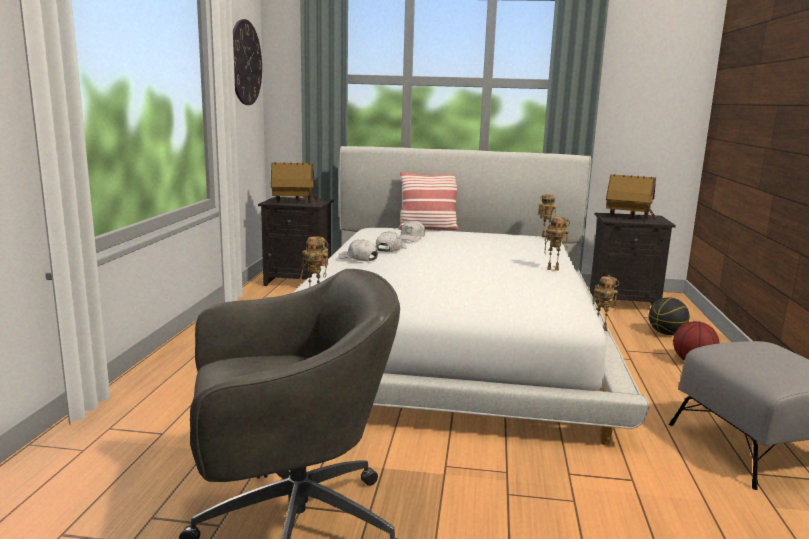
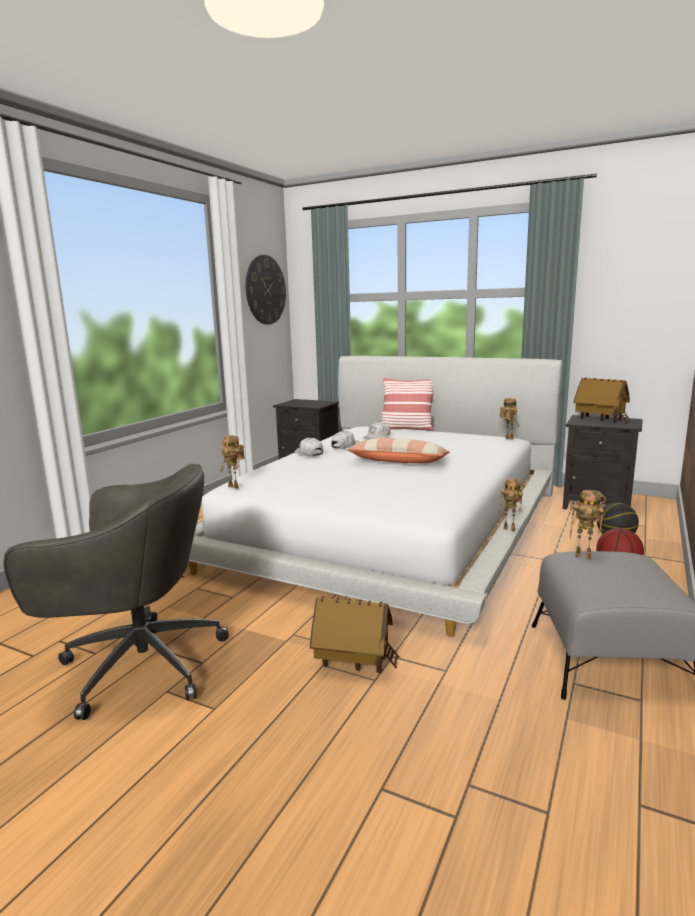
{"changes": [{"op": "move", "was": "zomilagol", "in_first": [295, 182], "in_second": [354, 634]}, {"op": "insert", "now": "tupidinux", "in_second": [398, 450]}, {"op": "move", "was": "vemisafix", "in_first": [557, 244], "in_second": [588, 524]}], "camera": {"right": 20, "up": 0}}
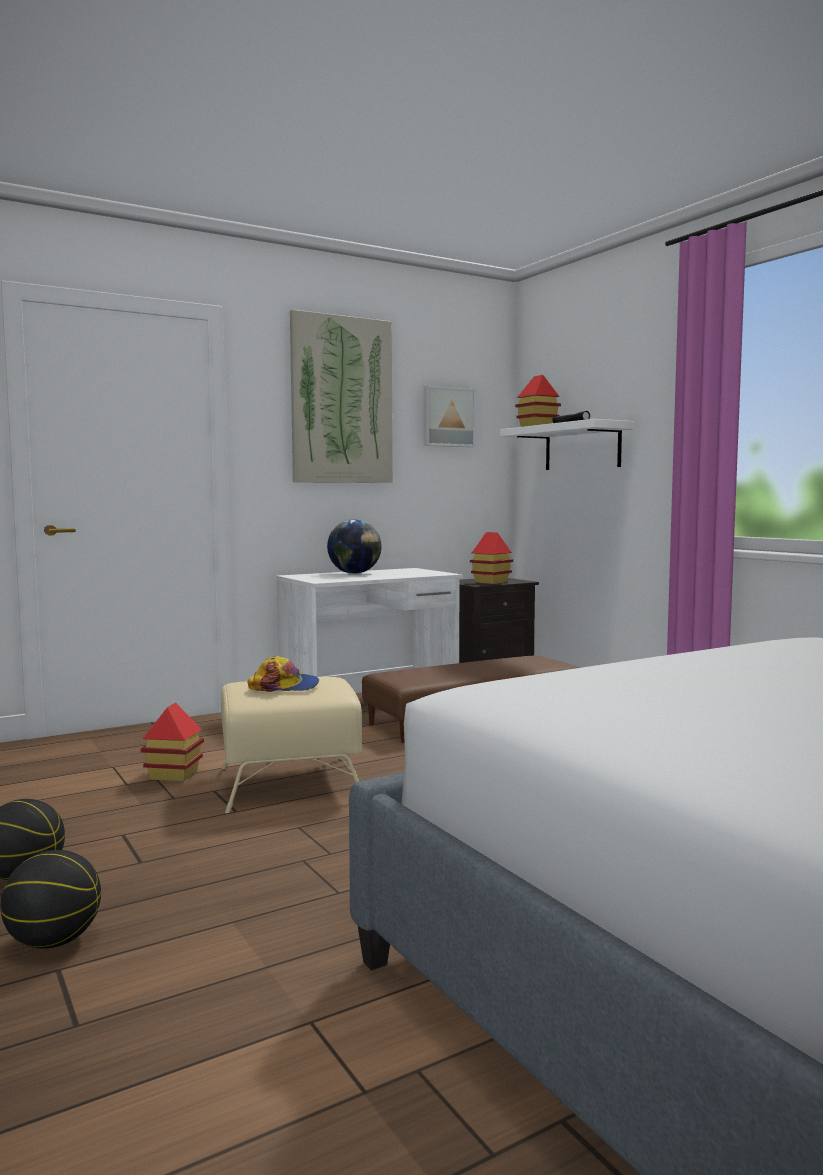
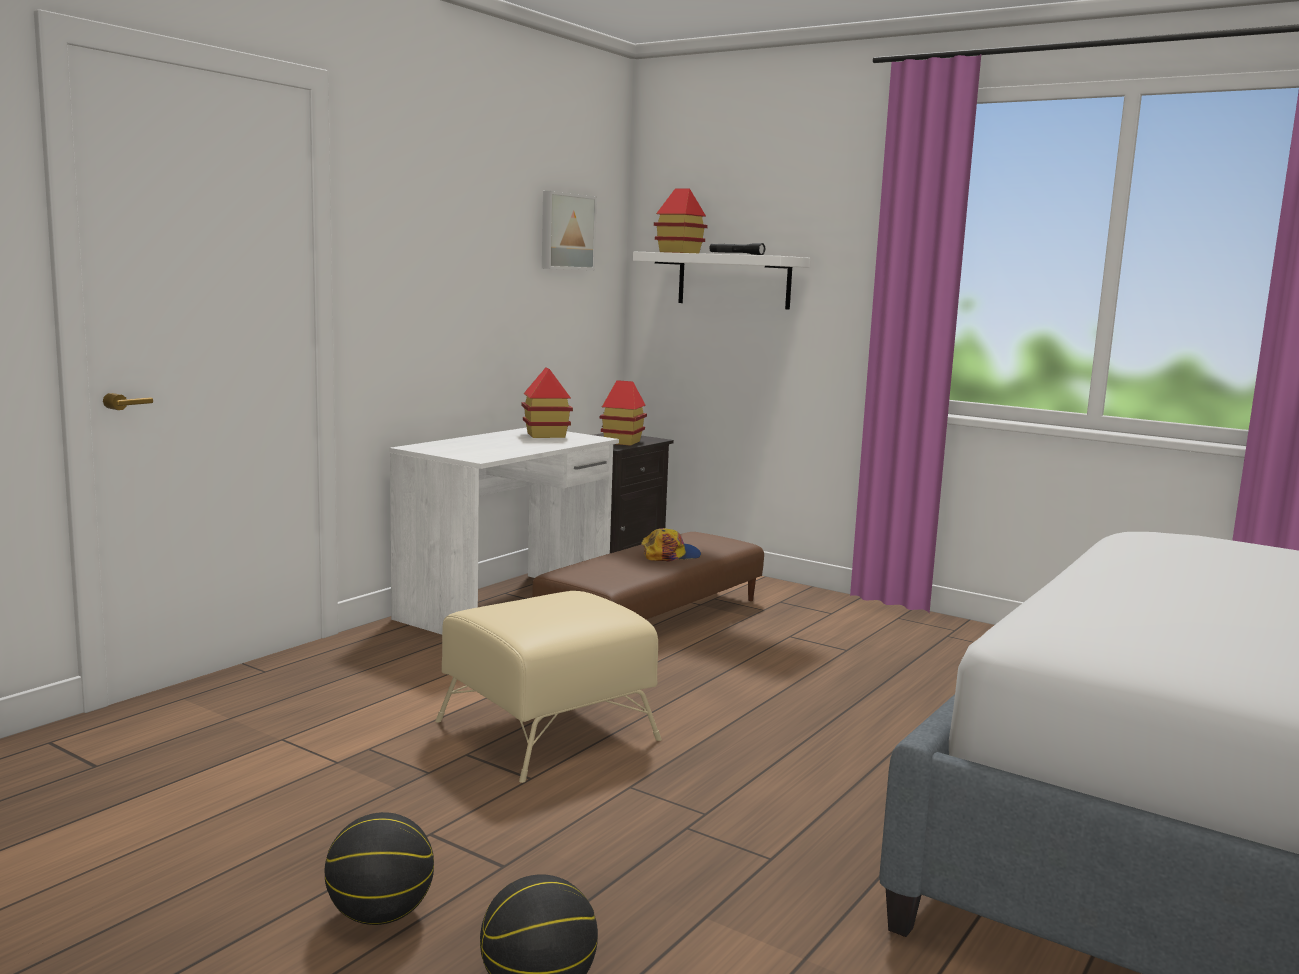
{"changes": [{"op": "move", "was": "zomilagol", "in_first": [172, 742], "in_second": [547, 402]}, {"op": "move", "was": "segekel", "in_first": [283, 674], "in_second": [671, 544]}, {"op": "delete", "was": "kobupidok", "in_first": [341, 396]}, {"op": "delete", "was": "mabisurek", "in_first": [354, 546]}], "camera": {"right": -25, "up": 5}}
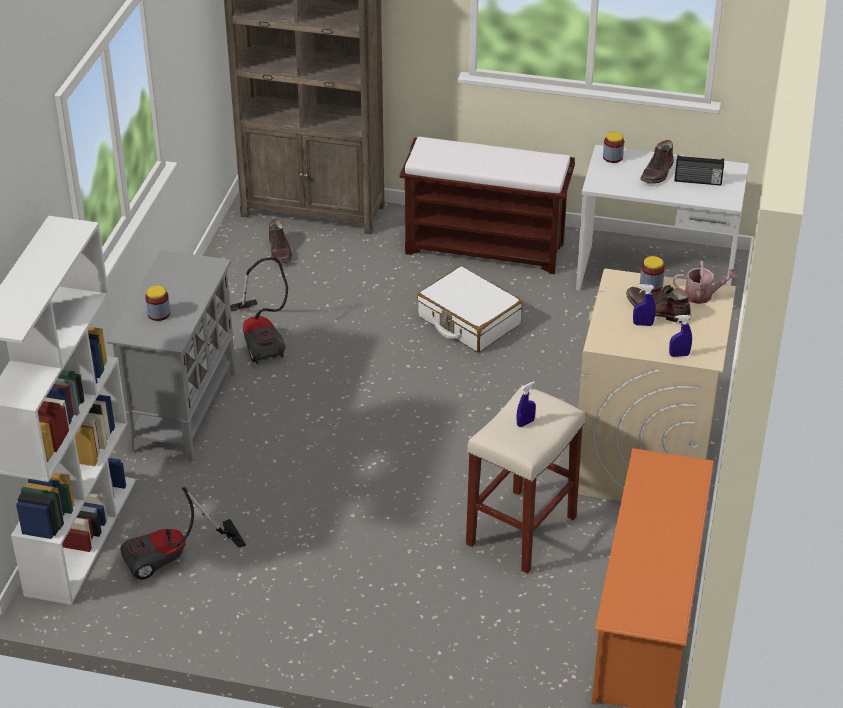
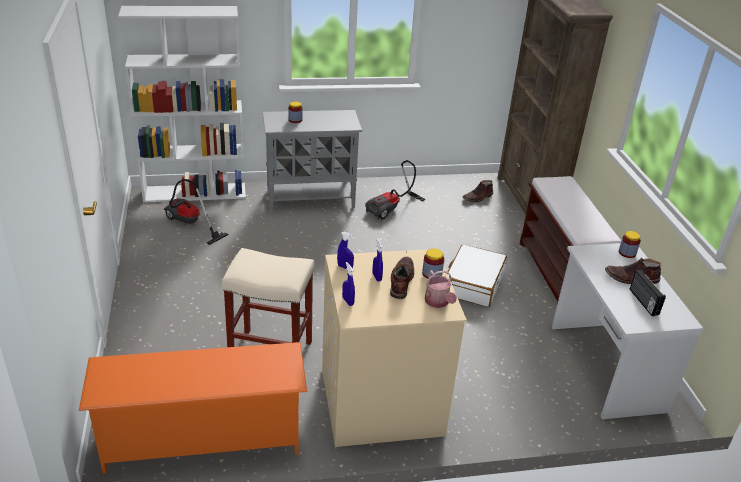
{"changes": [{"op": "move", "was": "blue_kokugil", "in_first": [526, 404], "in_second": [345, 250]}], "camera": {"right": 65, "up": -5}}
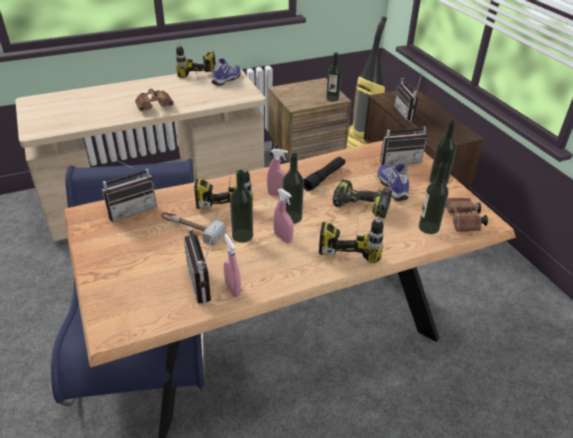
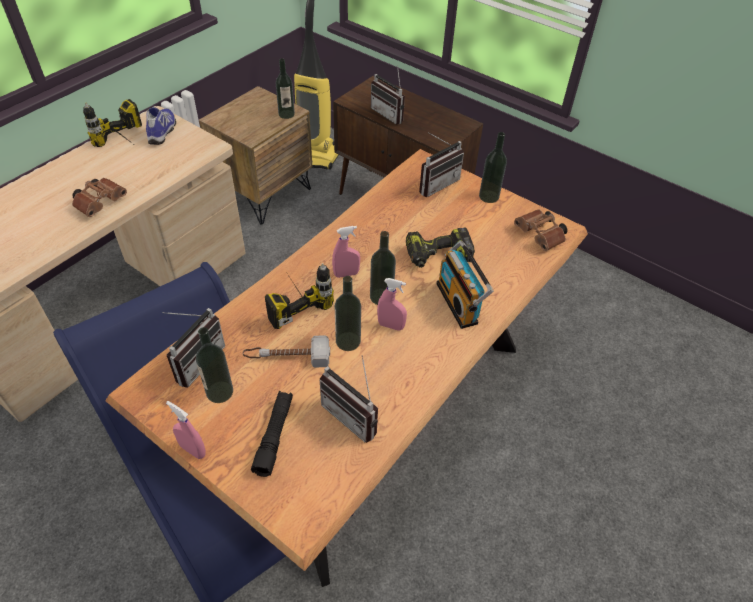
{"changes": [{"op": "move", "was": "pink_kokugil", "in_first": [232, 265], "in_second": [186, 430]}, {"op": "move", "was": "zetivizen", "in_first": [433, 198], "in_second": [214, 365]}, {"op": "move", "was": "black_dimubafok", "in_first": [324, 174], "in_second": [272, 434]}, {"op": "replace", "was": "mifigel", "now": "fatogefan", "in_first": [351, 239], "in_second": [464, 285]}, {"op": "delete", "was": "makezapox", "in_first": [393, 182]}], "camera": {"right": -30, "up": 10}}
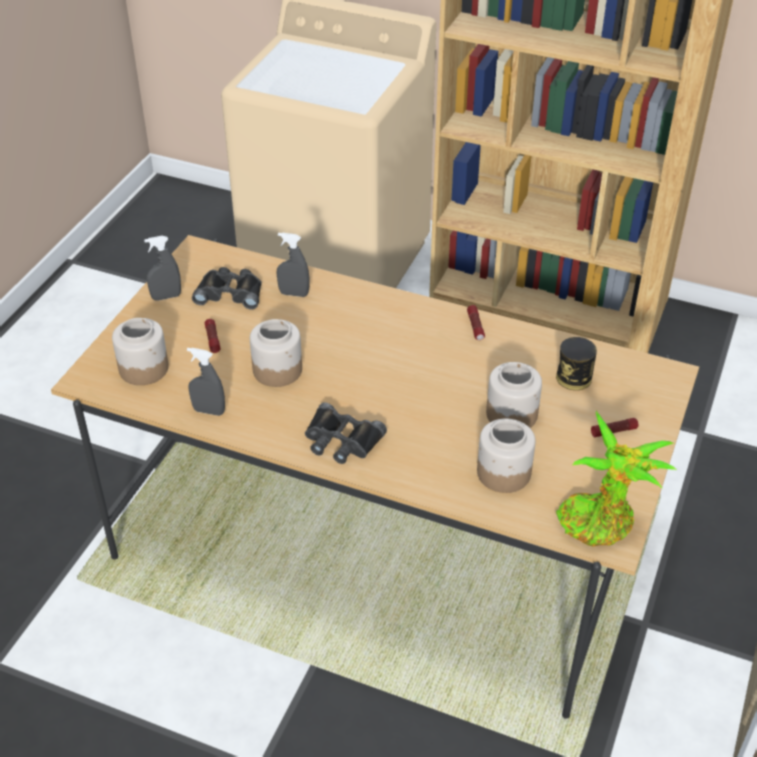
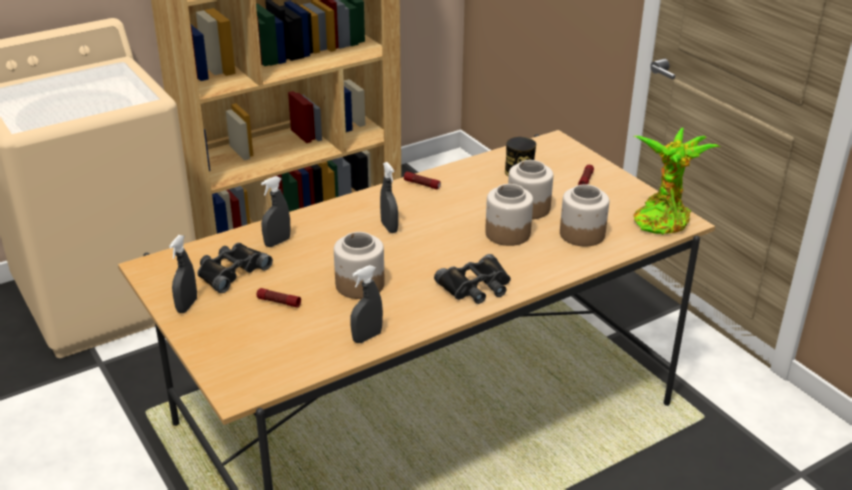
{"changes": [{"op": "insert", "now": "grey_kokugil", "in_second": [389, 197]}, {"op": "move", "was": "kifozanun", "in_first": [140, 351], "in_second": [509, 215]}], "camera": {"right": -55, "up": -10}}
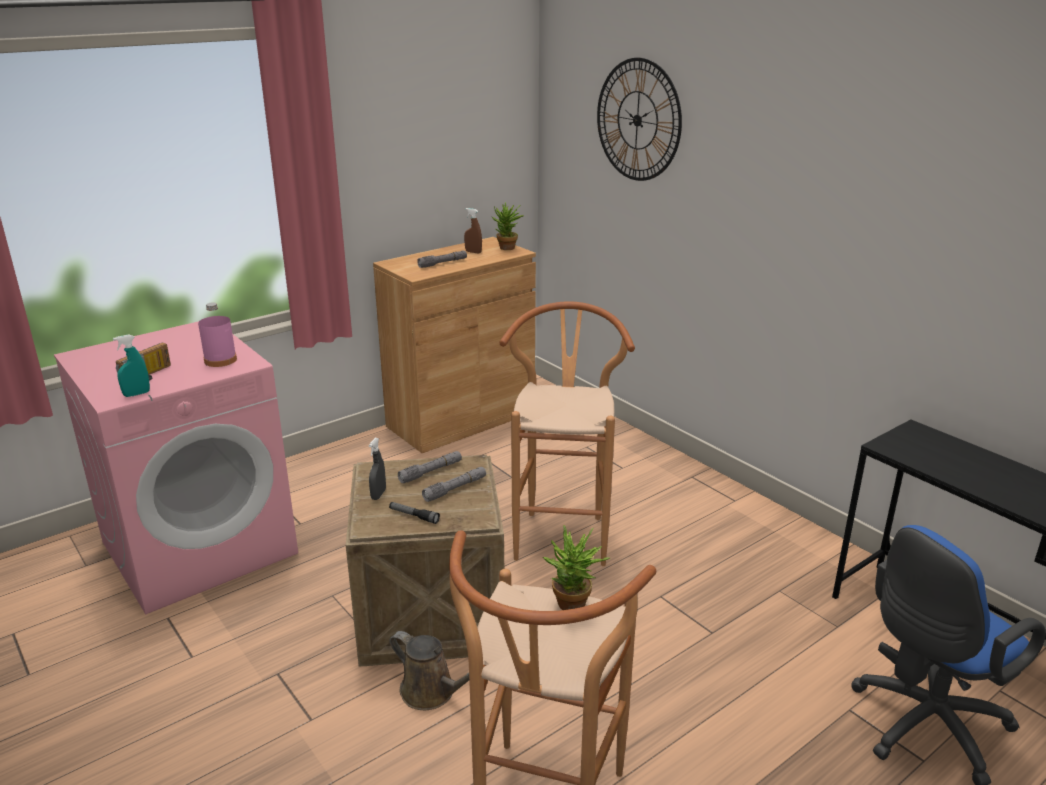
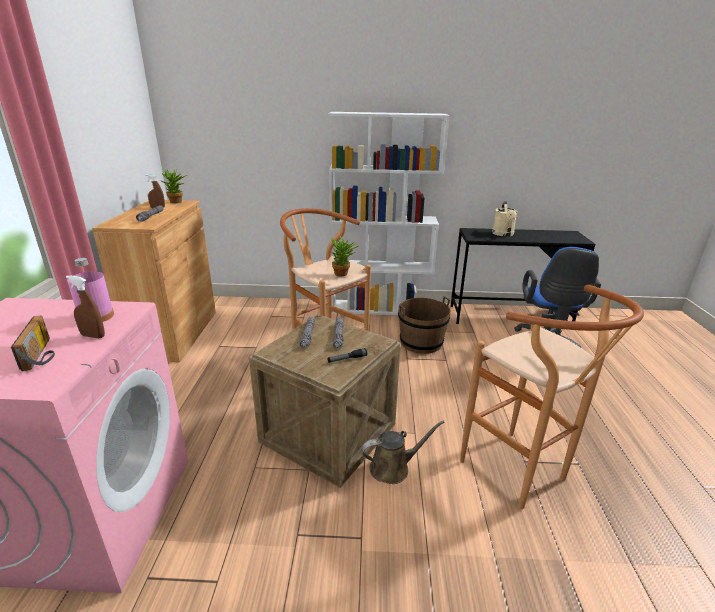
{"changes": [{"op": "insert", "now": "brown_kokugil", "in_second": [85, 306]}, {"op": "insert", "now": "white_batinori", "in_second": [389, 213]}, {"op": "move", "was": "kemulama", "in_first": [576, 567], "in_second": [344, 256]}, {"op": "insert", "now": "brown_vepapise", "in_second": [424, 325]}, {"op": "insert", "now": "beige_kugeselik", "in_second": [504, 219]}, {"op": "delete", "was": "turquoise_kokugil", "in_first": [131, 366]}, {"op": "delete", "was": "grey_kokugil", "in_first": [377, 469]}, {"op": "delete", "was": "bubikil", "in_first": [639, 119]}], "camera": {"right": -50, "up": 0}}
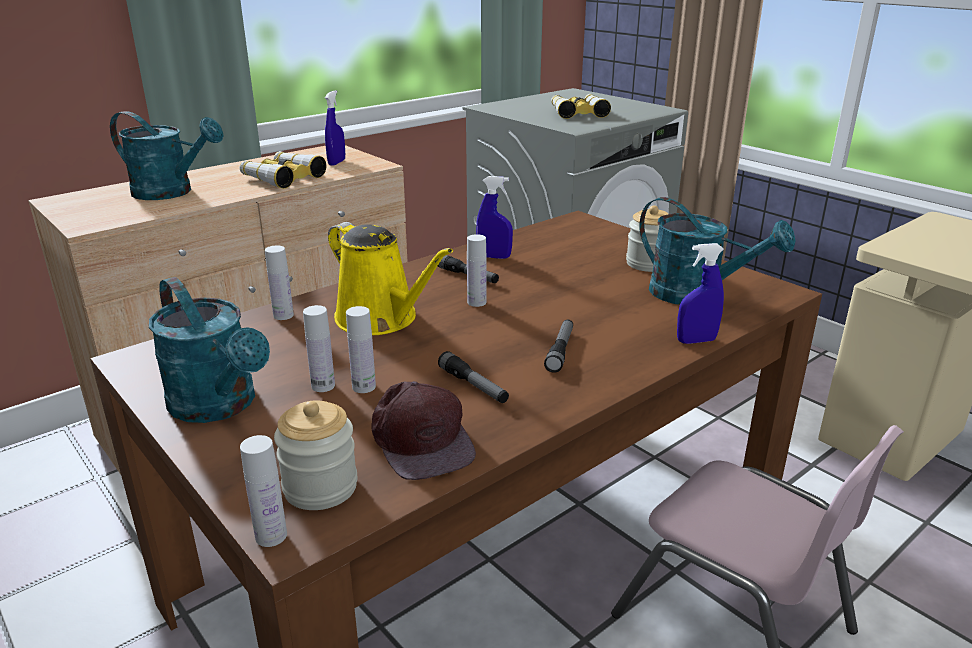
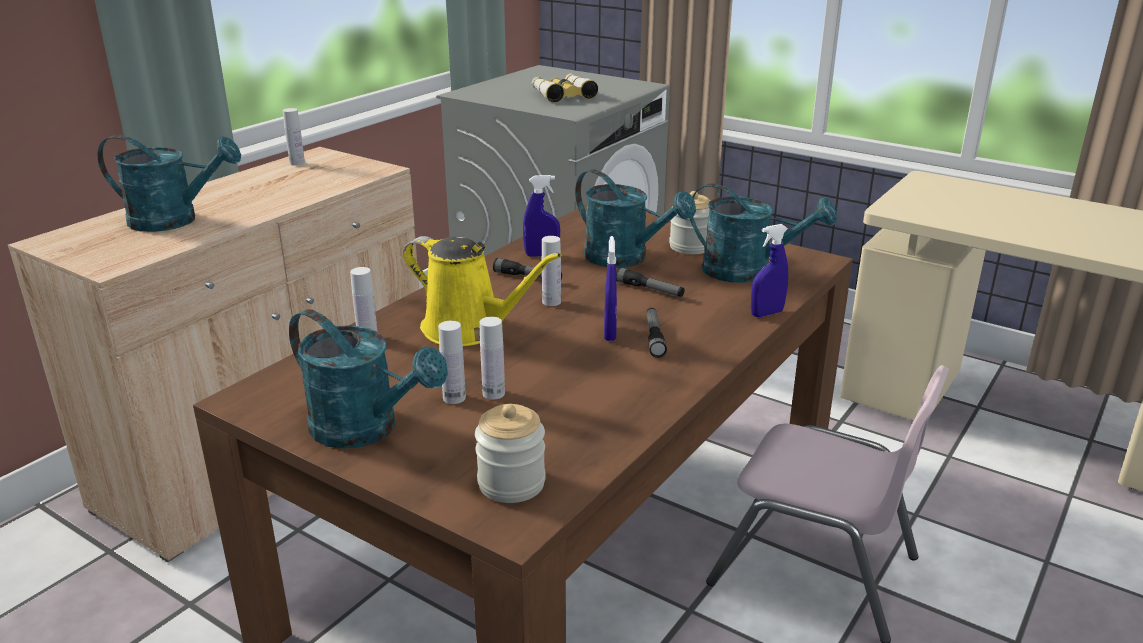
{"changes": [{"op": "move", "was": "white_zetivizen", "in_first": [263, 491], "in_second": [294, 137]}, {"op": "insert", "now": "turquoise_kugeselik", "in_second": [635, 218]}, {"op": "move", "was": "blue_kokugil", "in_first": [335, 128], "in_second": [610, 288]}, {"op": "move", "was": "dimubafok", "in_first": [473, 377], "in_second": [650, 282]}, {"op": "delete", "was": "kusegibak", "in_first": [283, 170]}, {"op": "delete", "was": "brown_segekel", "in_first": [423, 430]}], "camera": {"right": -15, "up": 0}}
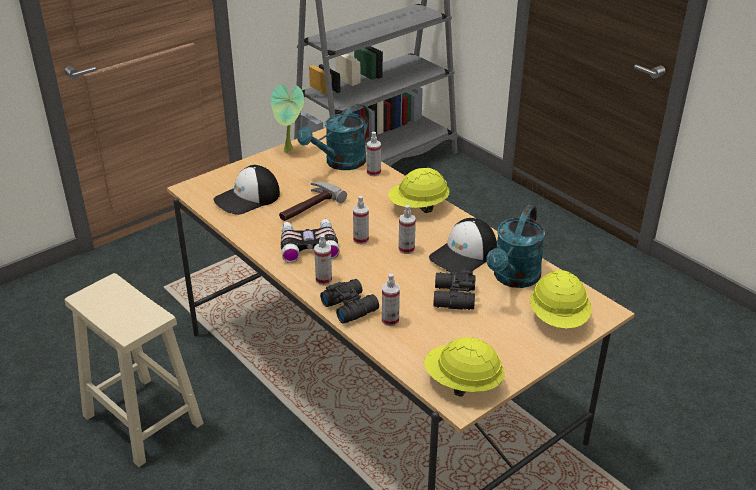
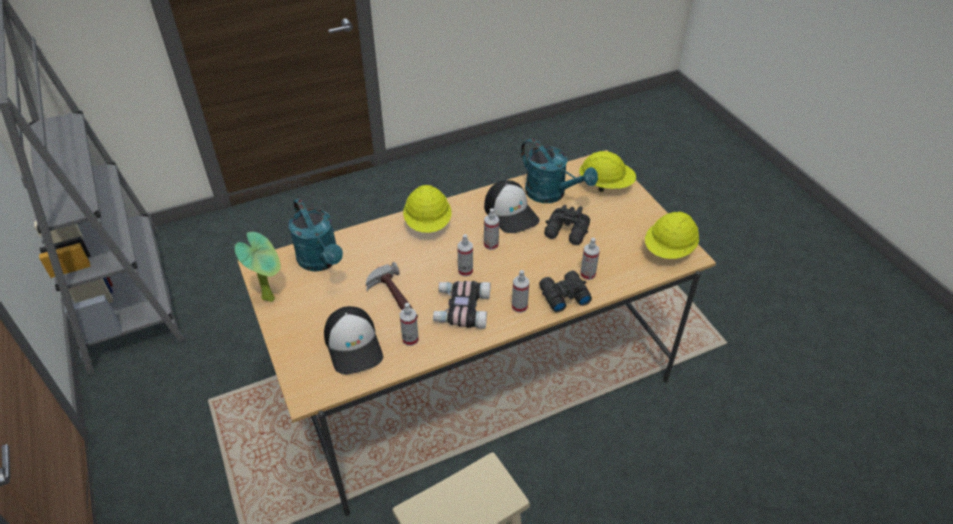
{"changes": [{"op": "move", "was": "kokugil", "in_first": [374, 154], "in_second": [409, 324]}], "camera": {"right": -75, "up": 10}}
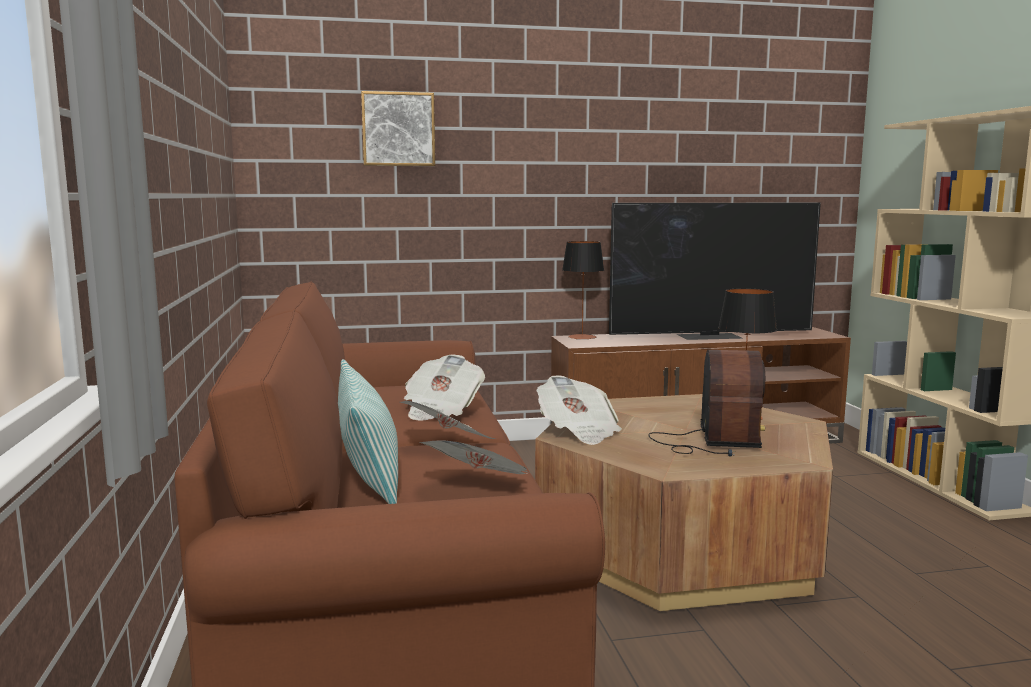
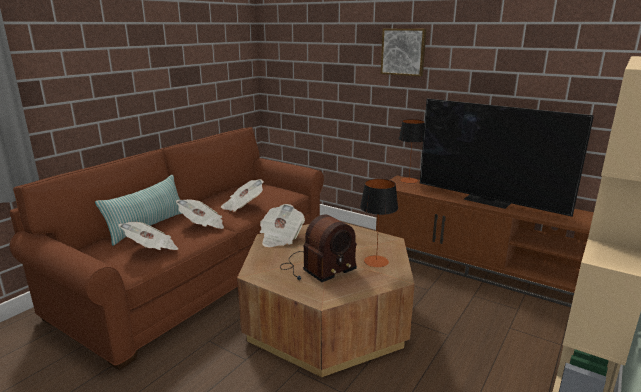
{"changes": [{"op": "move", "was": "kobupidok", "in_first": [398, 128], "in_second": [403, 52]}], "camera": {"right": 45, "up": 10}}
